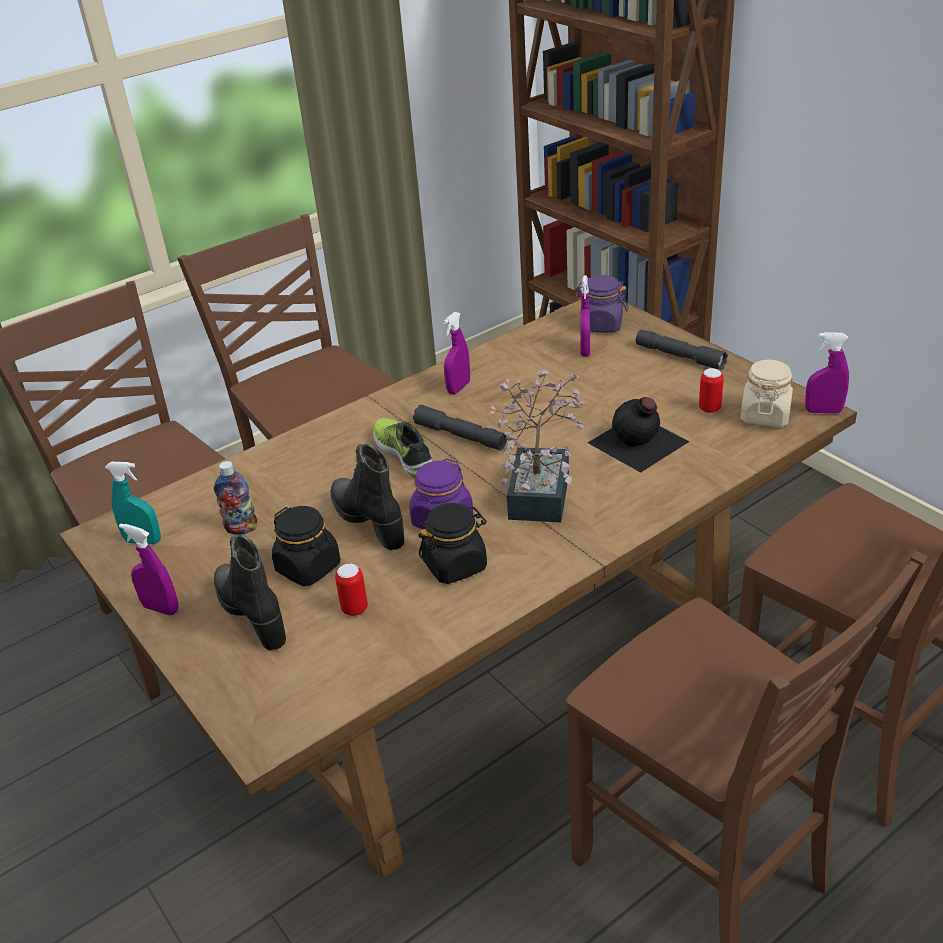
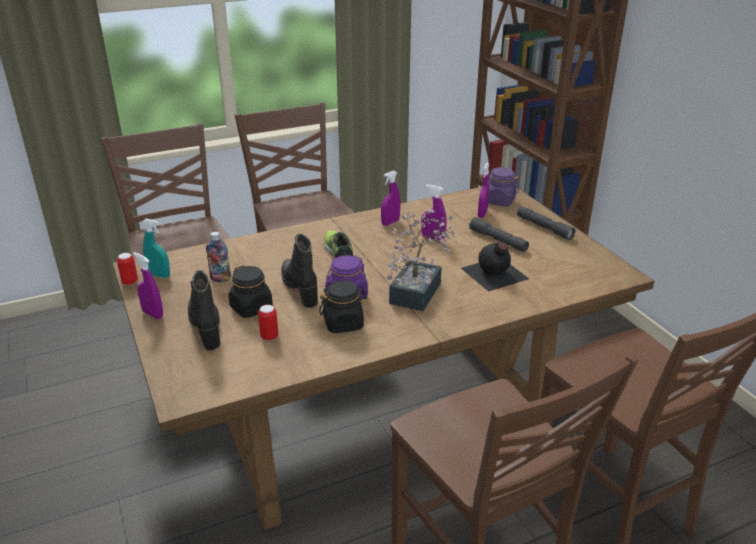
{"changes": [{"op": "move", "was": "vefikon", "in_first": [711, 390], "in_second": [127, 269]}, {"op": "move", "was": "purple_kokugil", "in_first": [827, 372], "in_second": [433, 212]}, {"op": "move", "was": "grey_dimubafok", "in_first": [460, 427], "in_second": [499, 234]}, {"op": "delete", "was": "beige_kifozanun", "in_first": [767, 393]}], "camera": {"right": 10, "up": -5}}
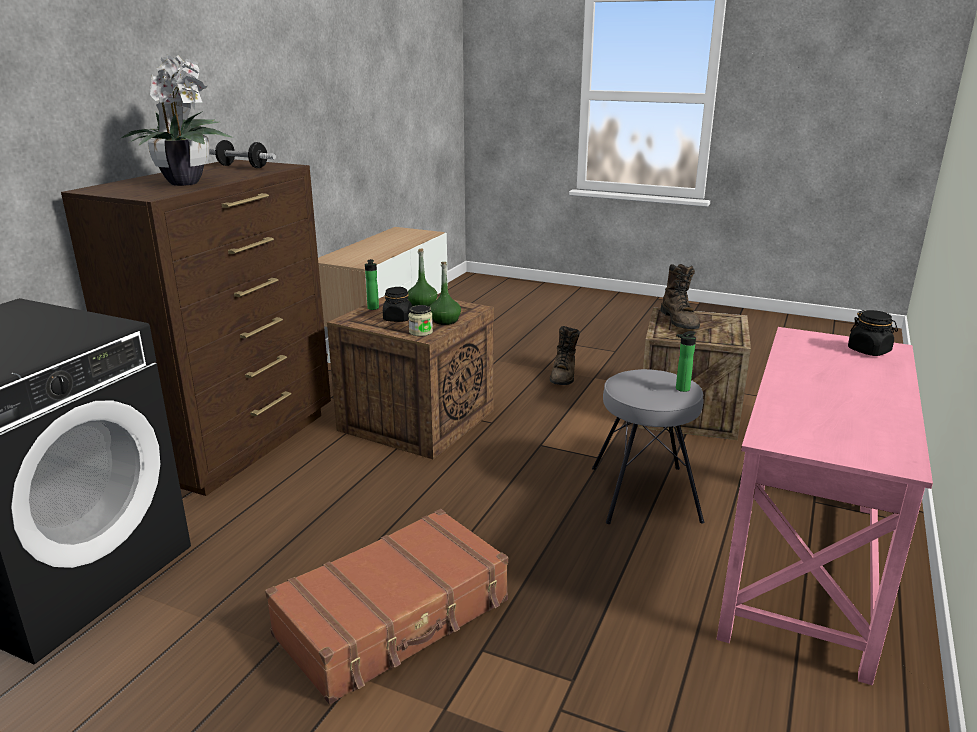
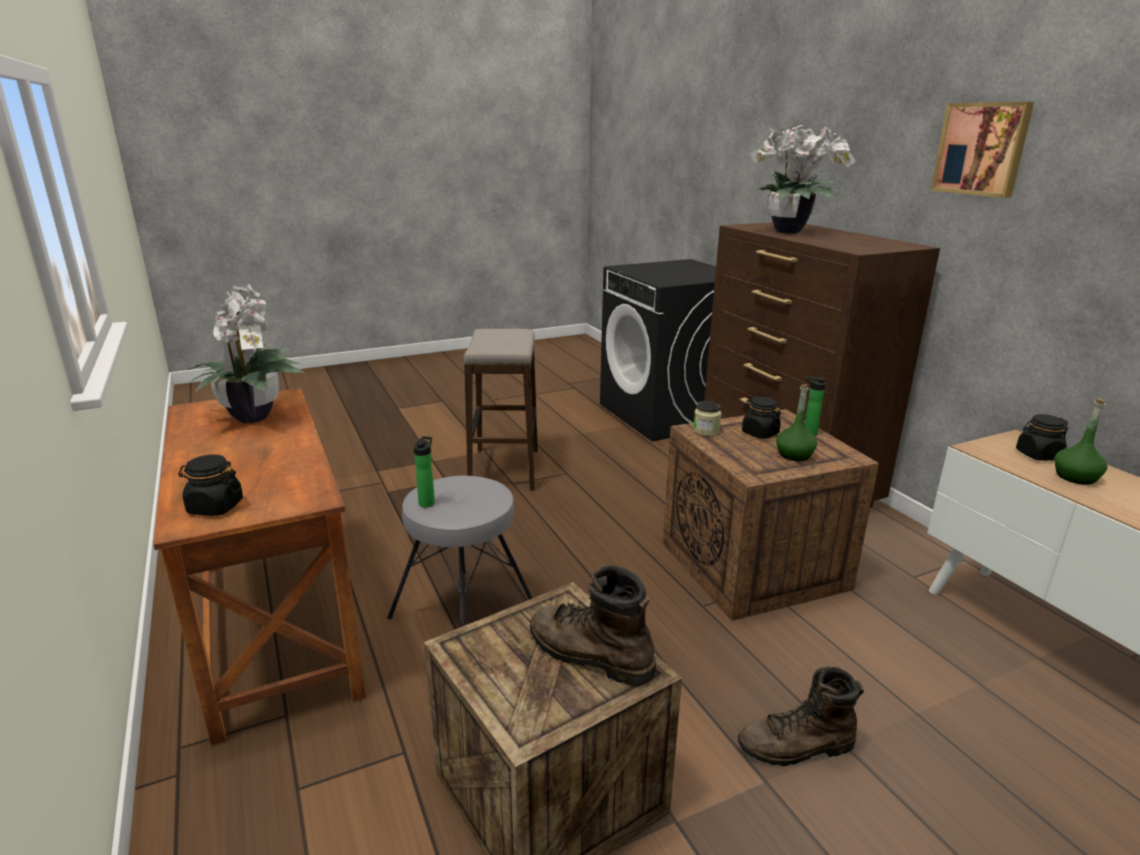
{"changes": [{"op": "recolor", "was": "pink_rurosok", "now": "brown_rurosok", "in_first": [825, 506], "in_second": [259, 566]}, {"op": "insert", "now": "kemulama", "in_second": [246, 353]}, {"op": "replace", "was": "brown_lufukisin", "now": "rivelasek", "in_first": [386, 606], "in_second": [500, 410]}, {"op": "rotate", "was": "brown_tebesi", "in_first": [565, 355], "in_second": [801, 716], "clockwise": -60}, {"op": "insert", "now": "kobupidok", "in_second": [982, 150]}, {"op": "insert", "now": "black_kifozanun", "in_second": [1042, 437]}, {"op": "move", "was": "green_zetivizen", "in_first": [445, 293], "in_second": [1080, 441]}, {"op": "delete", "was": "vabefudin", "in_first": [242, 154]}], "camera": {"right": 130, "up": 0}}
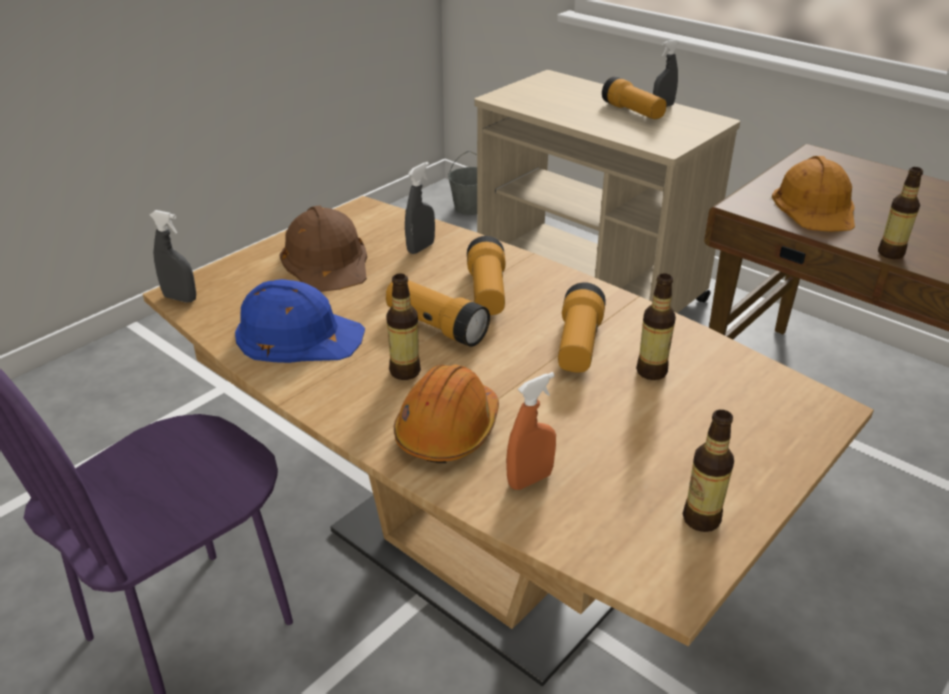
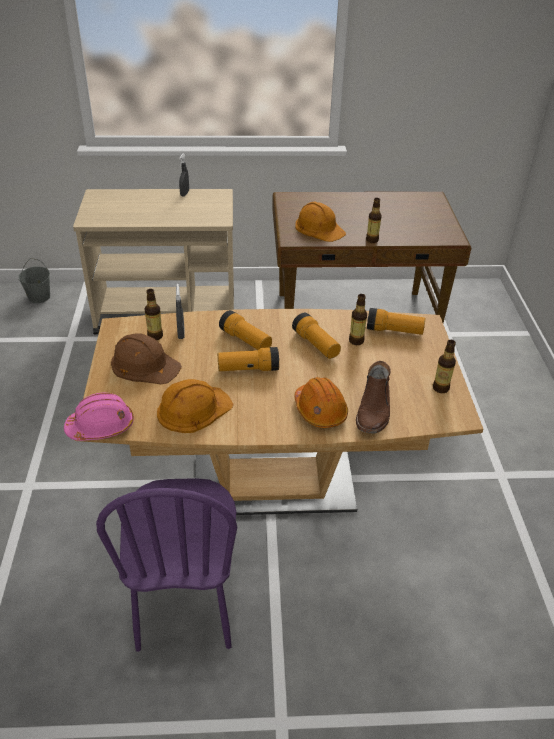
{"changes": [{"op": "replace", "was": "grey_kokugil", "now": "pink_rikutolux", "in_first": [173, 256], "in_second": [99, 416]}, {"op": "move", "was": "zetivizen", "in_first": [403, 327], "in_second": [154, 314]}, {"op": "recolor", "was": "blue_rikutolux", "now": "orange_rikutolux", "in_first": [300, 321], "in_second": [195, 406]}, {"op": "replace", "was": "orange_kokugil", "now": "brown_tebesi", "in_first": [531, 431], "in_second": [373, 397]}, {"op": "move", "was": "dimubafok", "in_first": [634, 97], "in_second": [396, 321]}], "camera": {"right": -45, "up": 5}}
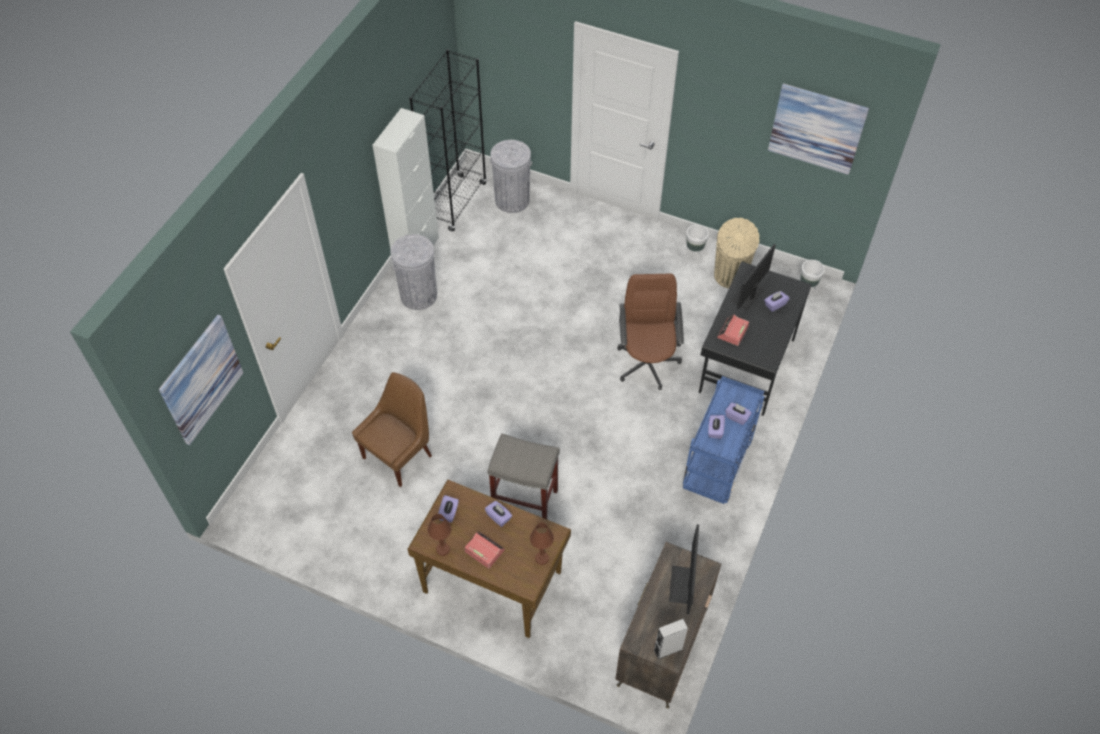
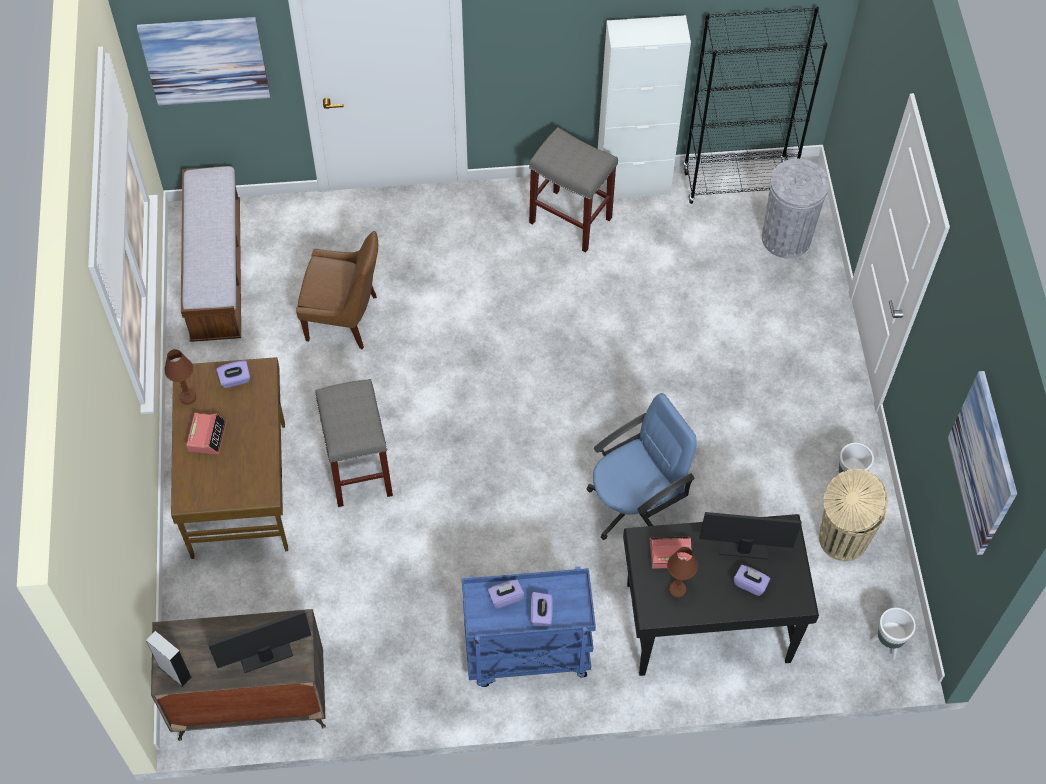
{"changes": [{"op": "insert", "now": "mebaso", "in_second": [211, 254]}, {"op": "replace", "was": "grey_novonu", "now": "grey_rivelasek", "in_first": [413, 272], "in_second": [573, 190]}, {"op": "recolor", "was": "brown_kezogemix", "now": "blue_kezogemix", "in_first": [650, 332], "in_second": [642, 466]}, {"op": "move", "was": "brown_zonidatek", "in_first": [542, 544], "in_second": [682, 572]}, {"op": "delete", "was": "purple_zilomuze", "in_first": [498, 514]}], "camera": {"right": 60, "up": 5}}
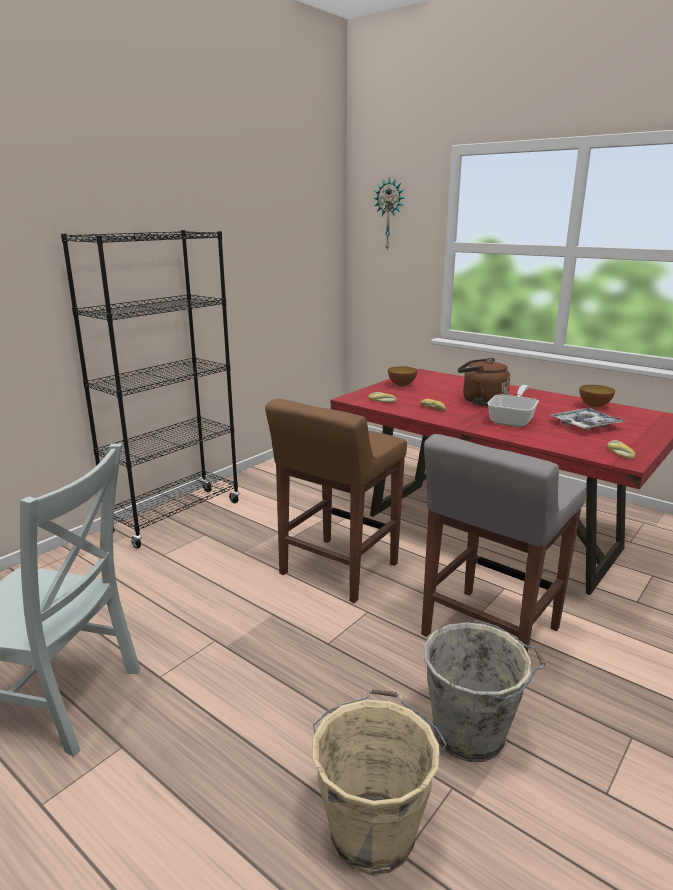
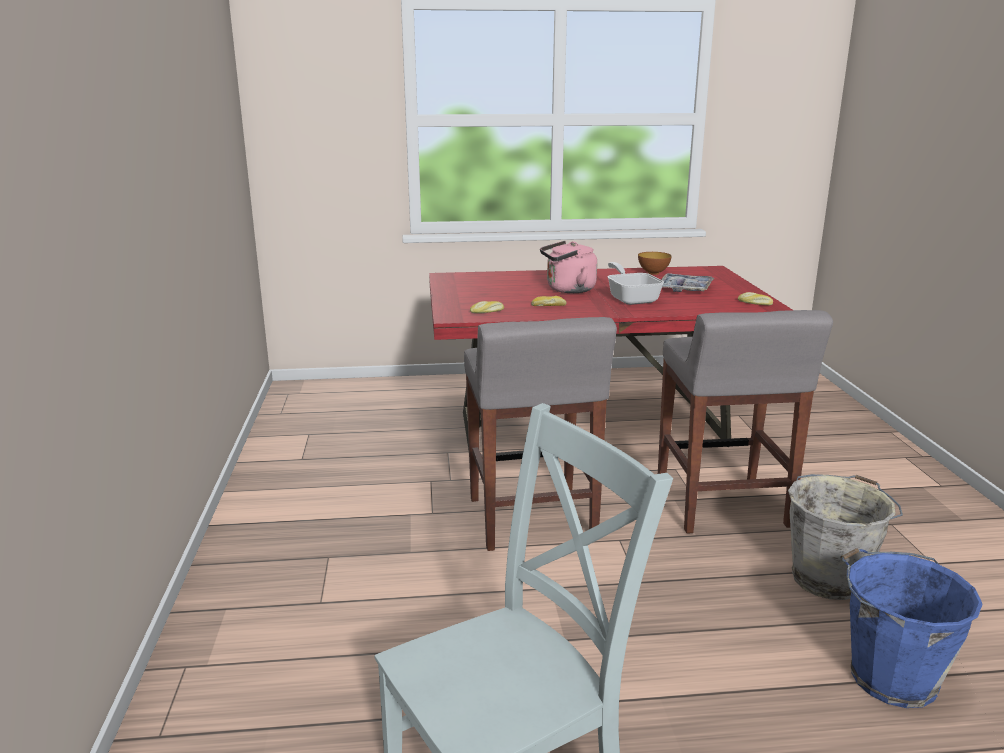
{"changes": [{"op": "recolor", "was": "brown_rivelasek", "now": "grey_rivelasek", "in_first": [336, 501], "in_second": [540, 434]}, {"op": "recolor", "was": "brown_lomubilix", "now": "pink_lomubilix", "in_first": [484, 382], "in_second": [568, 267]}, {"op": "recolor", "was": "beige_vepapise", "now": "blue_vepapise", "in_first": [379, 782], "in_second": [911, 628]}, {"op": "delete", "was": "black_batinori", "in_first": [150, 389]}, {"op": "delete", "was": "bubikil", "in_first": [388, 213]}, {"op": "delete", "was": "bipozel", "in_first": [402, 376]}], "camera": {"right": -45, "up": 0}}
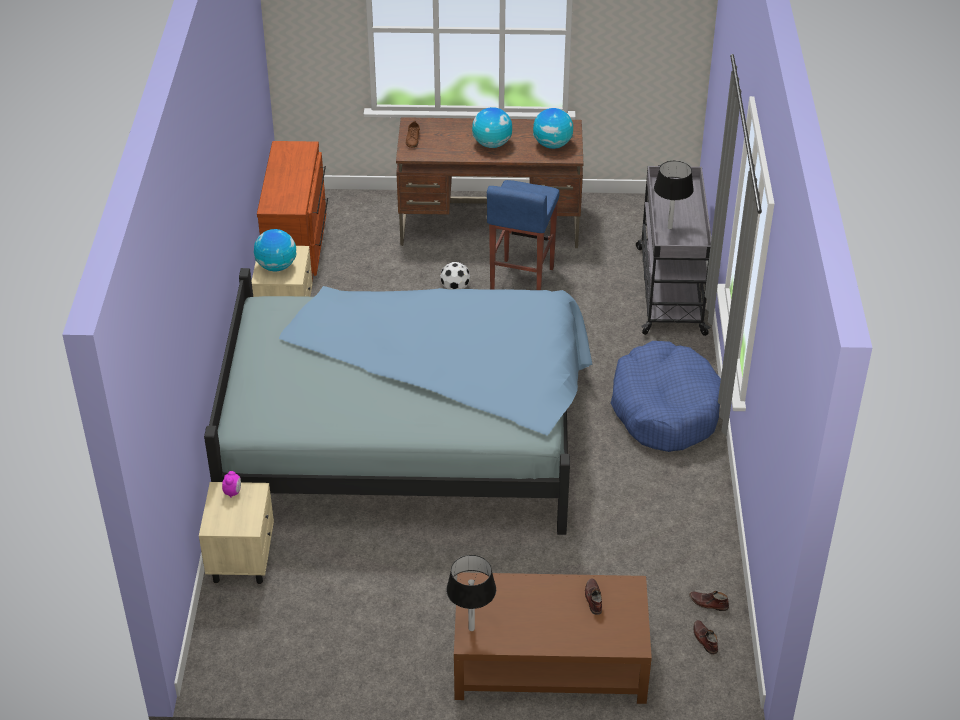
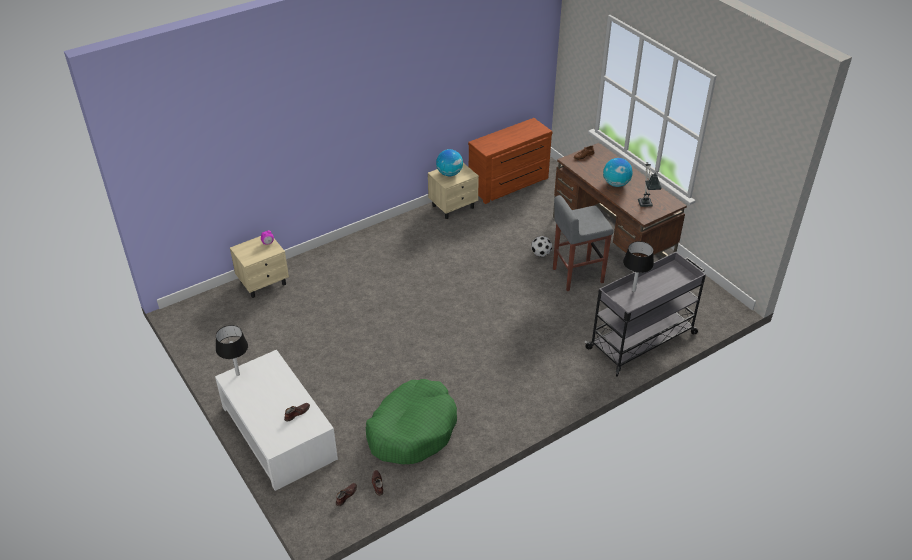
{"changes": [{"op": "recolor", "was": "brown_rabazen", "now": "white_rabazen", "in_first": [553, 638], "in_second": [276, 420]}, {"op": "insert", "now": "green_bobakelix", "in_second": [411, 421]}, {"op": "recolor", "was": "blue_rivelasek", "now": "grey_rivelasek", "in_first": [523, 235], "in_second": [583, 243]}, {"op": "replace", "was": "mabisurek", "now": "zonidatek", "in_first": [553, 128], "in_second": [650, 184]}, {"op": "delete", "was": "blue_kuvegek", "in_first": [398, 401]}, {"op": "delete", "was": "blue_bobakelix", "in_first": [666, 396]}], "camera": {"right": 55, "up": 0}}
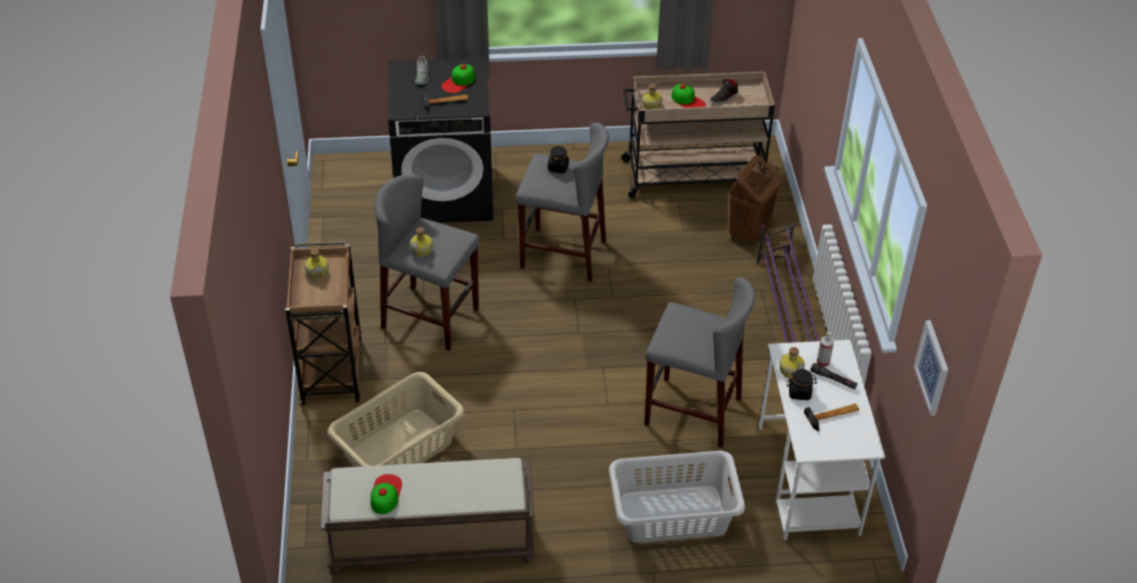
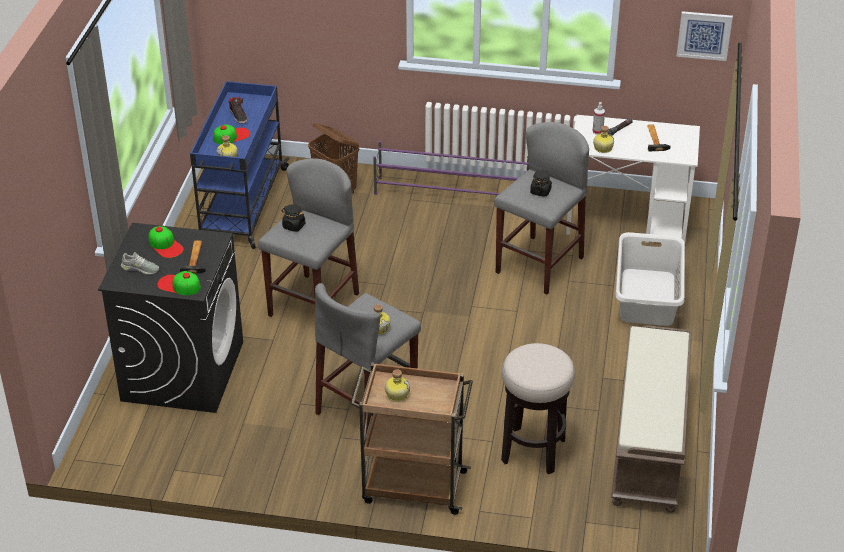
{"changes": [{"op": "move", "was": "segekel", "in_first": [386, 494], "in_second": [179, 283]}, {"op": "recolor", "was": "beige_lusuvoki", "now": "blue_lusuvoki", "in_first": [698, 135], "in_second": [240, 165]}, {"op": "replace", "was": "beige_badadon", "now": "rivelasek", "in_first": [396, 419], "in_second": [538, 408]}, {"op": "move", "was": "black_kifozanun", "in_first": [802, 384], "in_second": [541, 183]}], "camera": {"right": -75, "up": -5}}
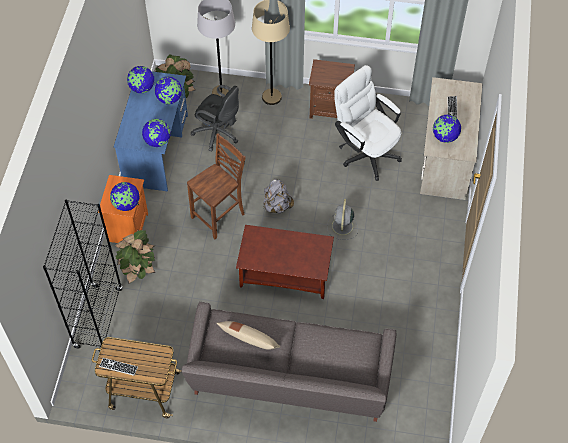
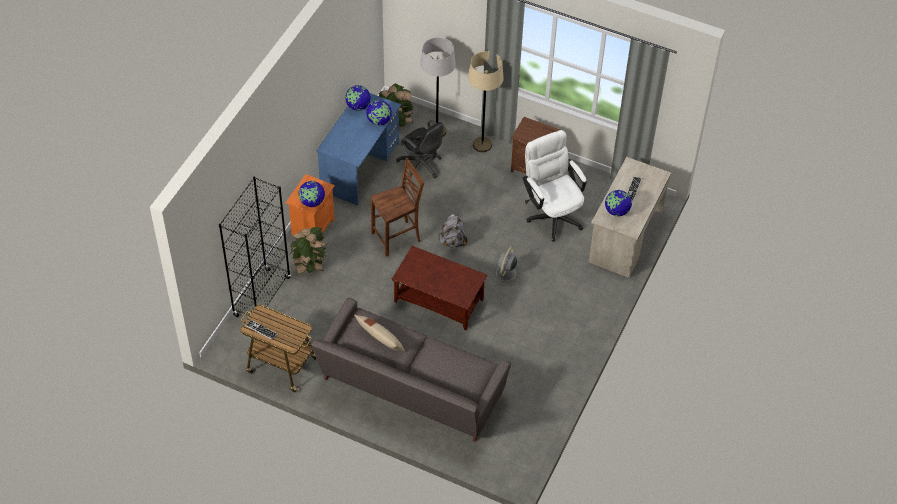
{"changes": [{"op": "delete", "was": "mabisurek", "in_first": [156, 133]}], "camera": {"right": 15, "up": -5}}
